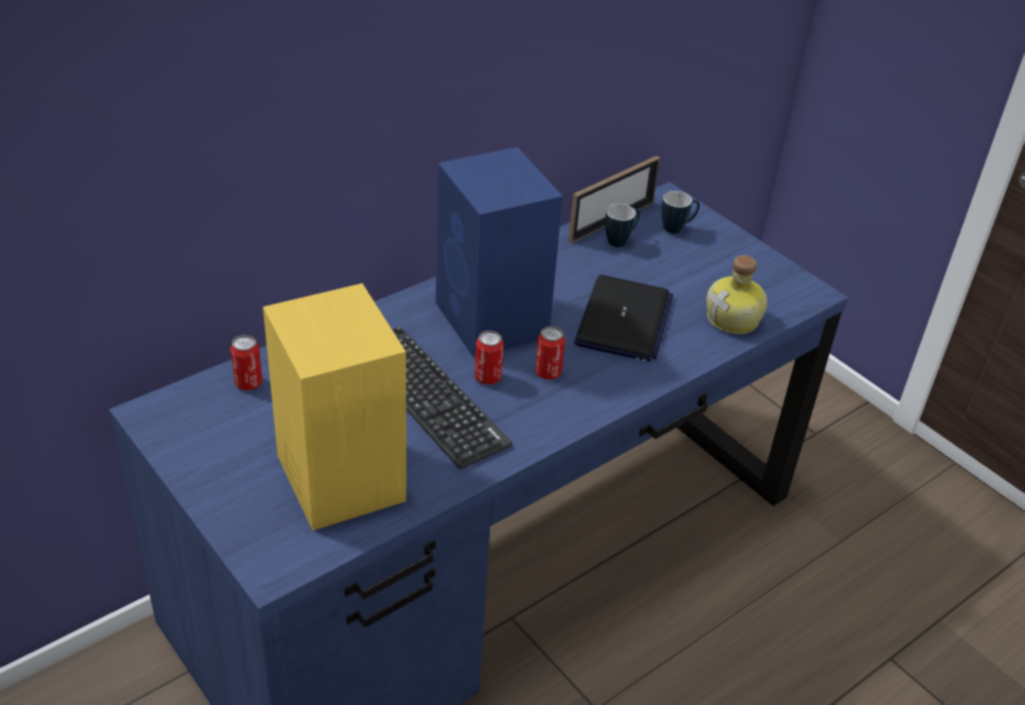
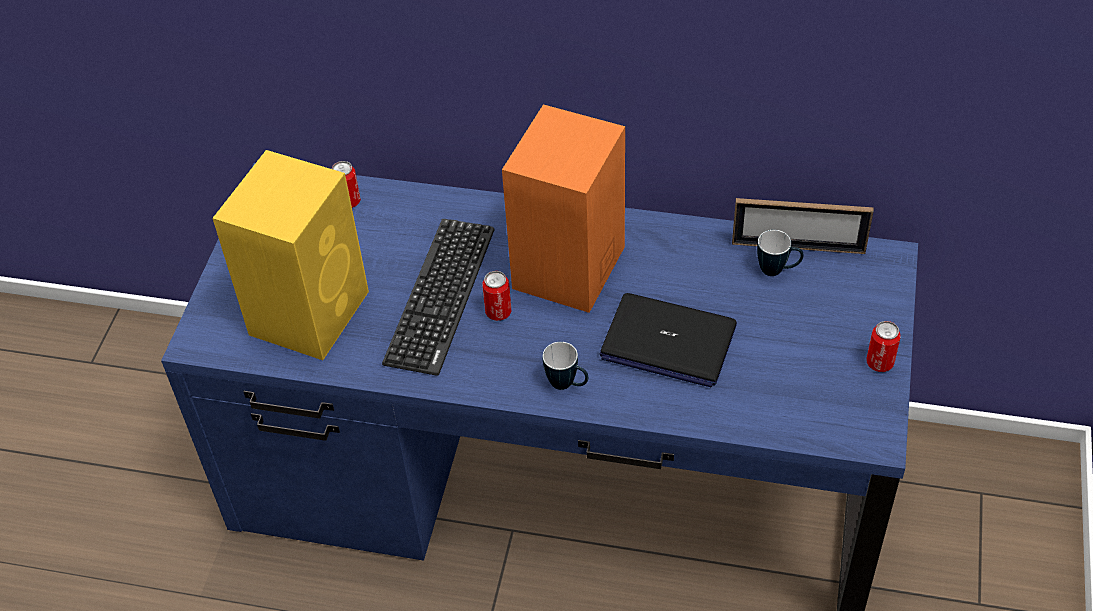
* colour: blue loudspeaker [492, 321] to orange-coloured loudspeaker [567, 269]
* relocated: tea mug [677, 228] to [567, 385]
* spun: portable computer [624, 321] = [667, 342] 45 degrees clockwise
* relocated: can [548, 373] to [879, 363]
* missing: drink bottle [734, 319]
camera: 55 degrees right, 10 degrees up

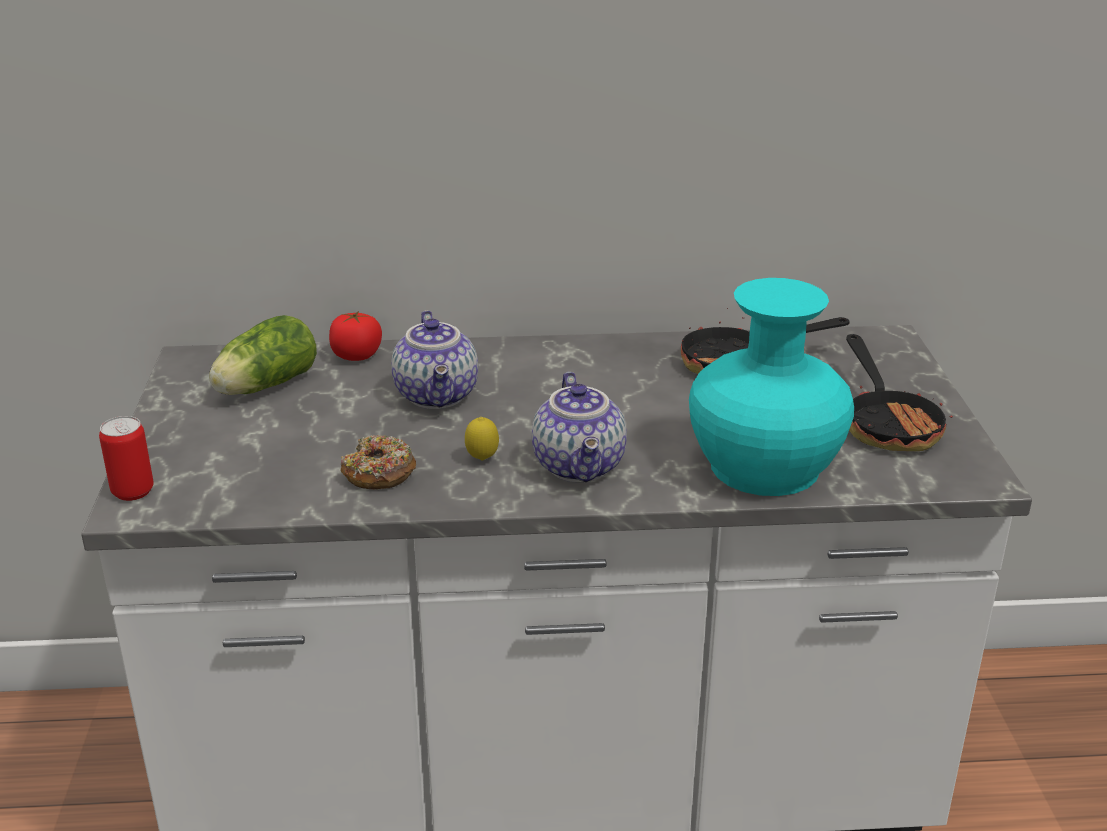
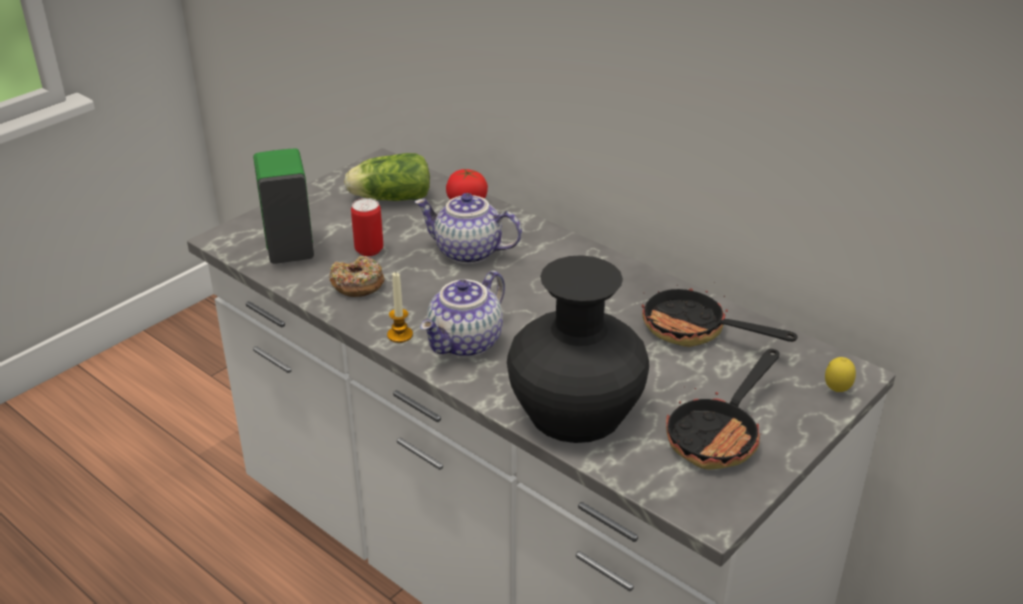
* appeared: green soap dispenser [289, 248]
* relocated: can [133, 491] to [369, 250]
* appeared: wax light [400, 335]
* spun: pot for tea [438, 396] = [467, 253] 75 degrees clockwise
* colour: turquoise-coloured decorative vase [764, 466] to black-coloured decorative vase [575, 411]
* relocated: lemon [482, 460] to [836, 391]
camera: 45 degrees right, 5 degrees up

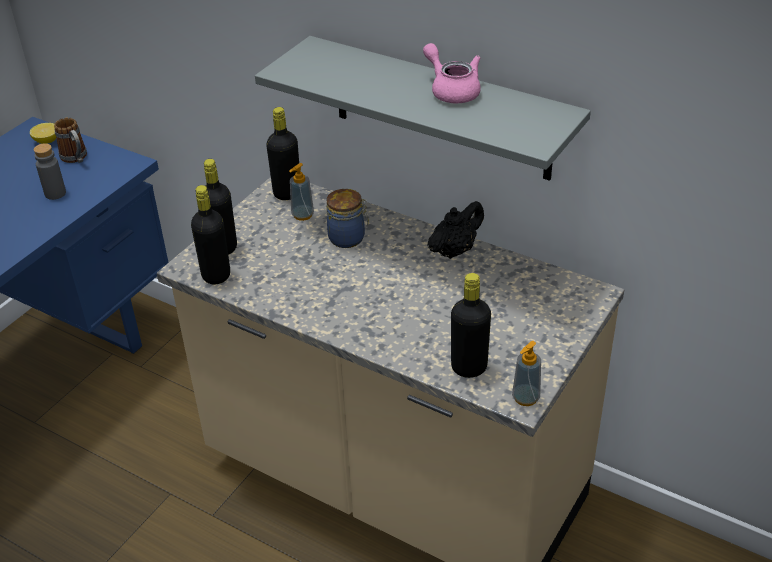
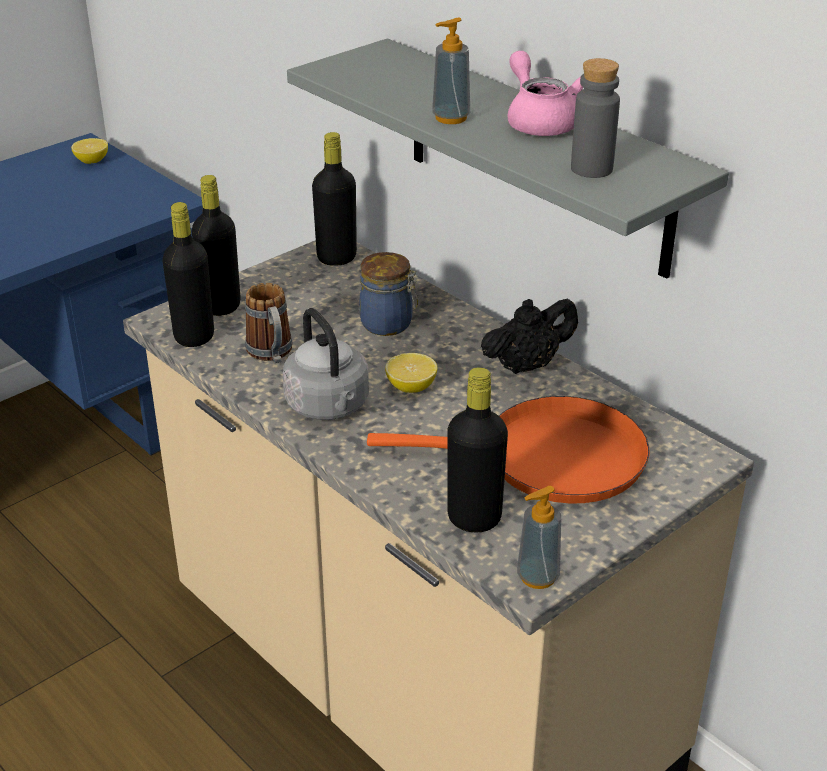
* relocated: tea mug [76, 159] to [272, 355]
* appeared: greyish kettle [329, 407]
* appeared: orange-coloured frying pan [552, 459]
* appeared: lemon [411, 387]
* relocated: soap dispenser [302, 215] to [450, 118]
* relocated: greyish drink bottle [55, 193] to [591, 169]
camera: 15 degrees right, 5 degrees down

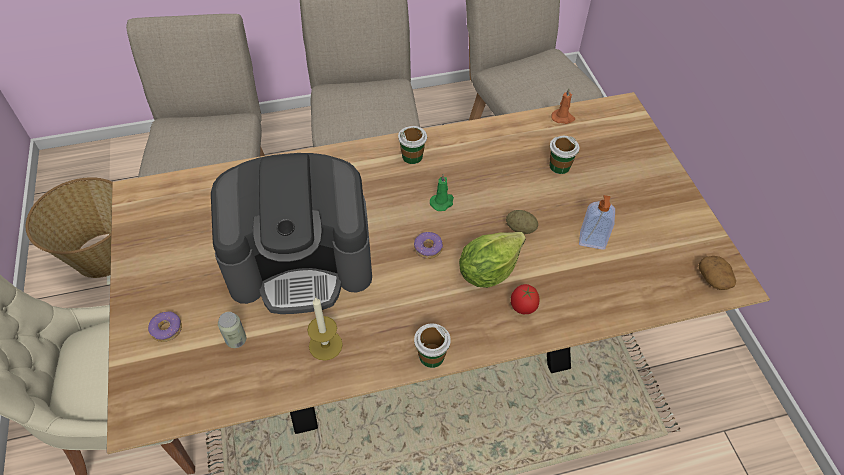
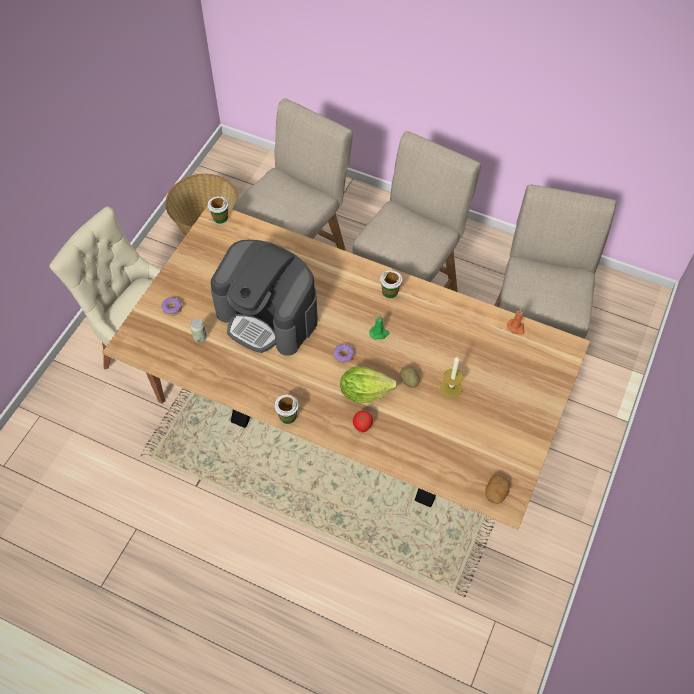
* relocated: cup [559, 166] to [220, 217]
* relocated: wax light [325, 345] to [451, 388]
* missing: soap dispenser [592, 241]
camera: 40 degrees right, 5 degrees up

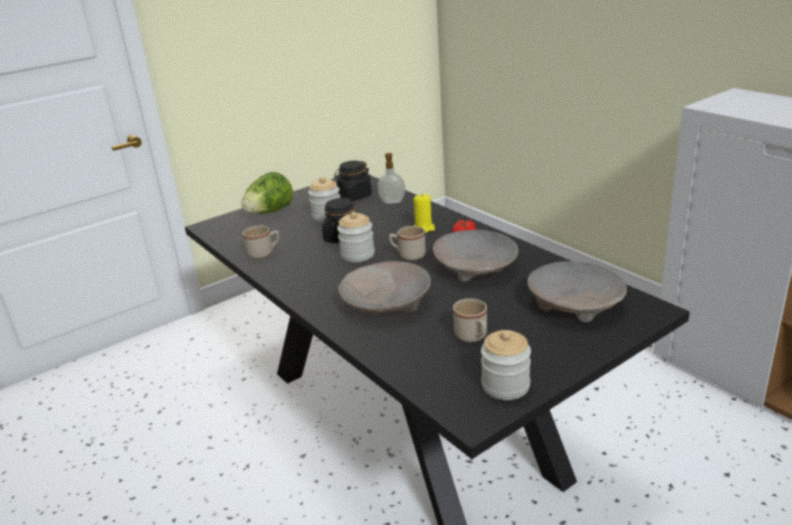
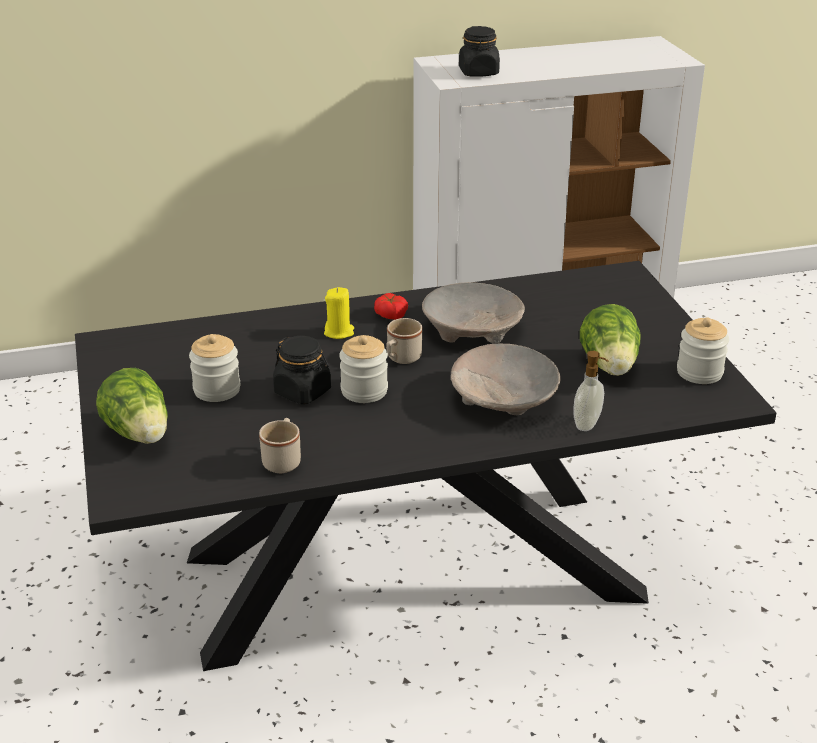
* relocated: black-coloured preserve jar [354, 196] to [478, 72]
* relocated: soap dispenser [392, 202] to [588, 424]
* exchanged: beige tea mug [473, 337] to head of lettuce [610, 366]
* missing: beige deep dish [574, 304]
camera: 70 degrees left, 5 degrees up

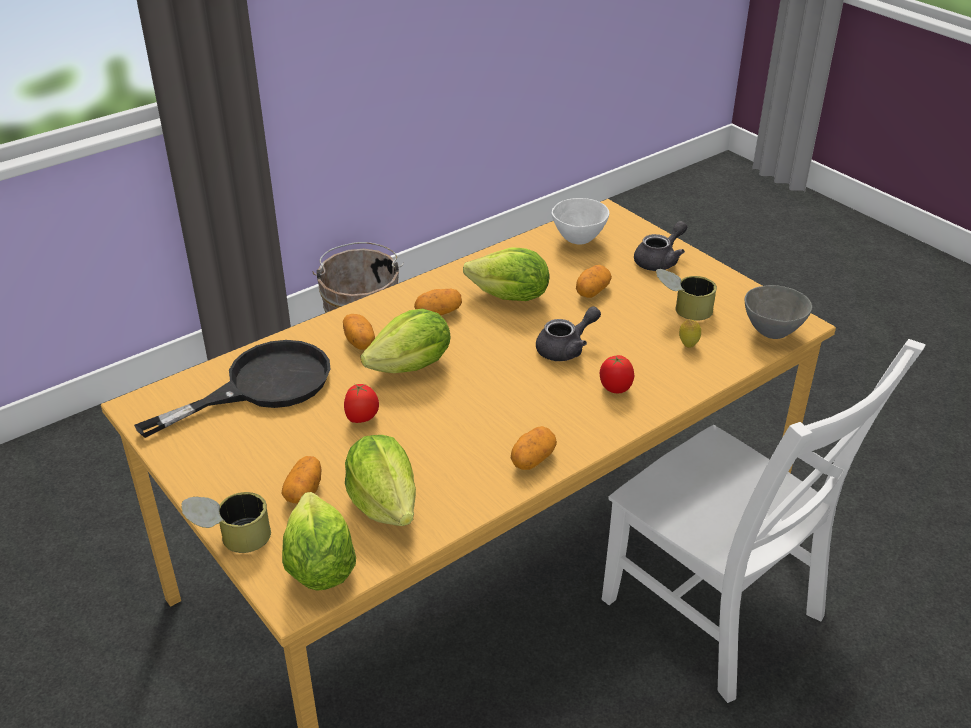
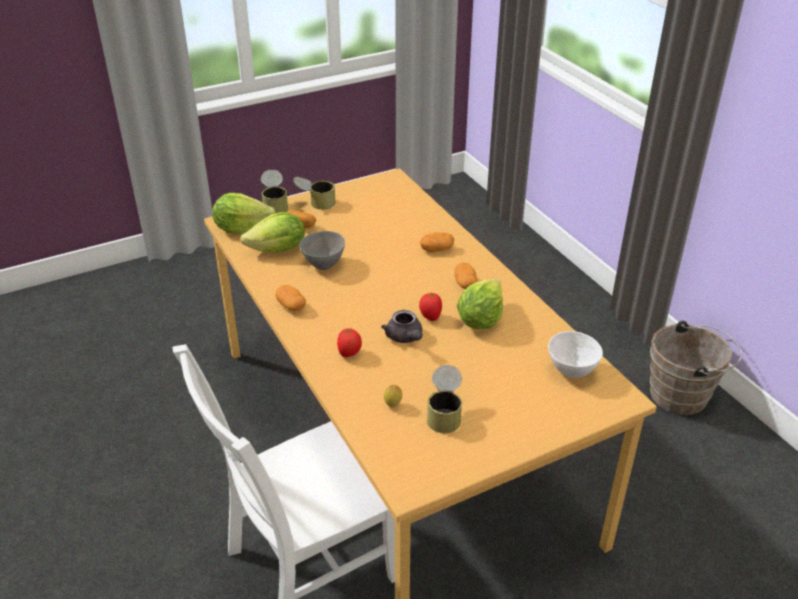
* appeared: can [315, 203]
* relocated: greyish deep dish [772, 332] to [323, 264]
* relocated: whole tomato [362, 419] to [430, 317]
* missing: black-coloured frying pan [262, 386]
* missing: head of lettuce [412, 366]
* missing: spud [592, 291]
* missing: greyish pot for tea [660, 260]
camera: 100 degrees right, 0 degrees up

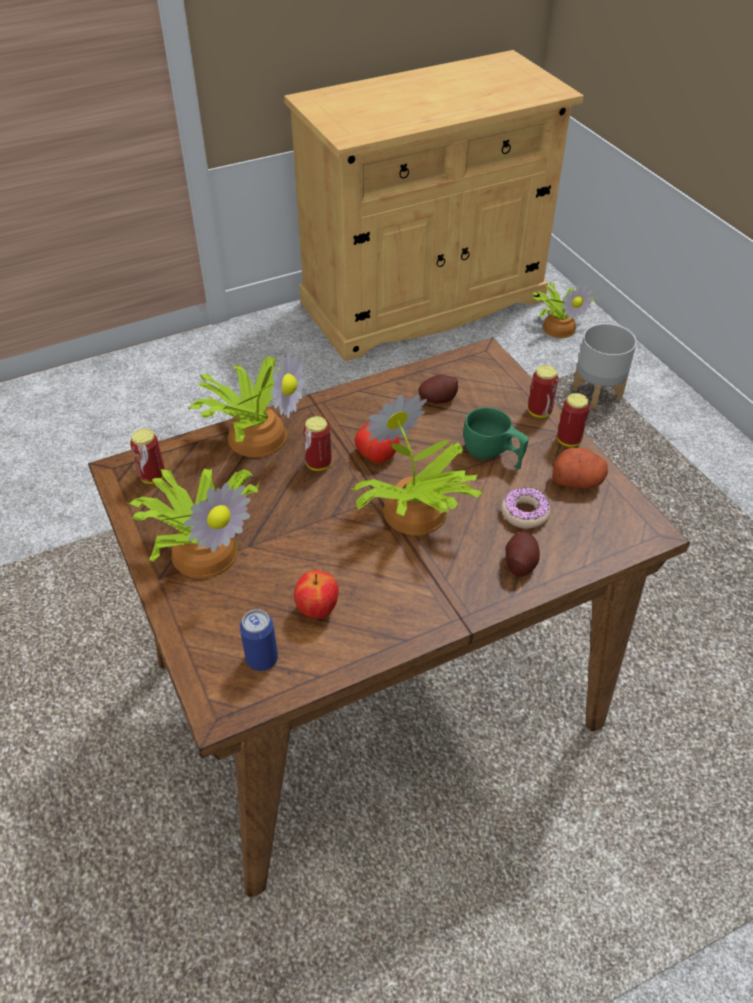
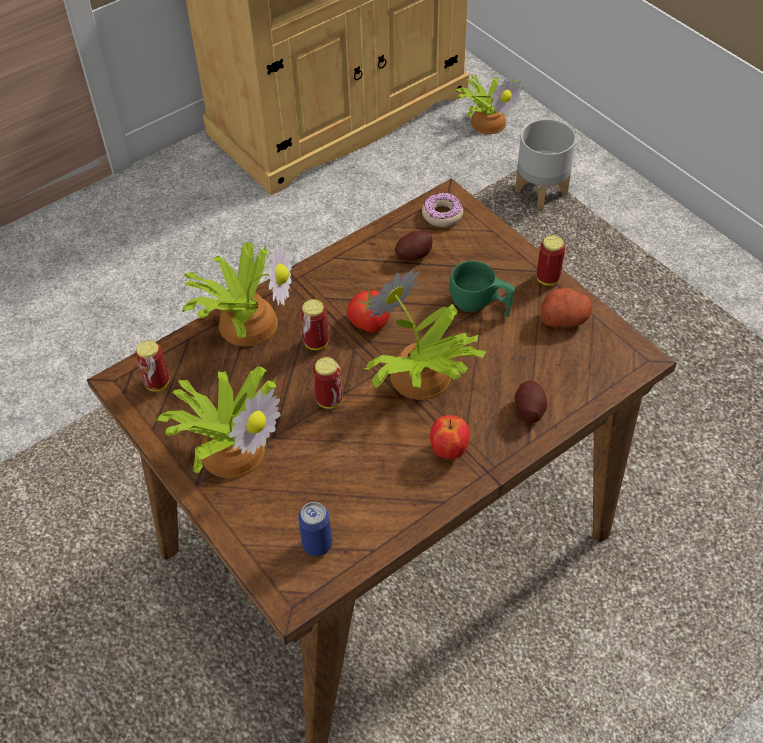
* relocated: can [539, 412] to [329, 400]
* relocated: doughnut [525, 513] to [442, 214]
* relocated: apple fruit [317, 610] to [448, 450]
camera: 10 degrees left, 5 degrees up

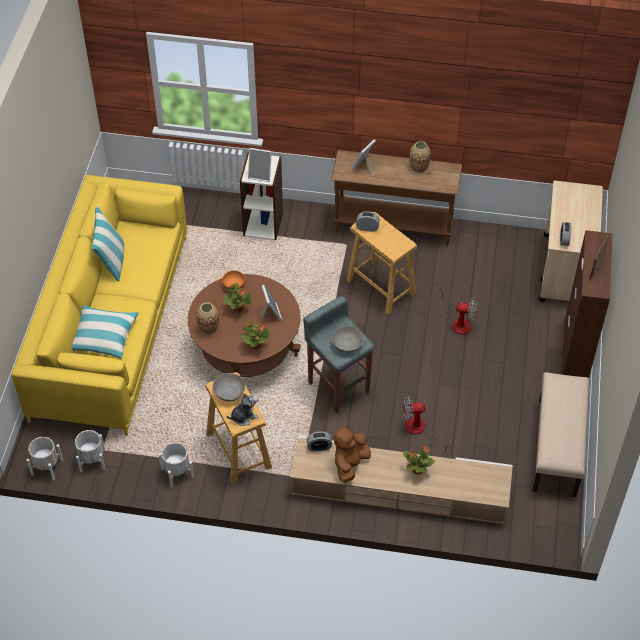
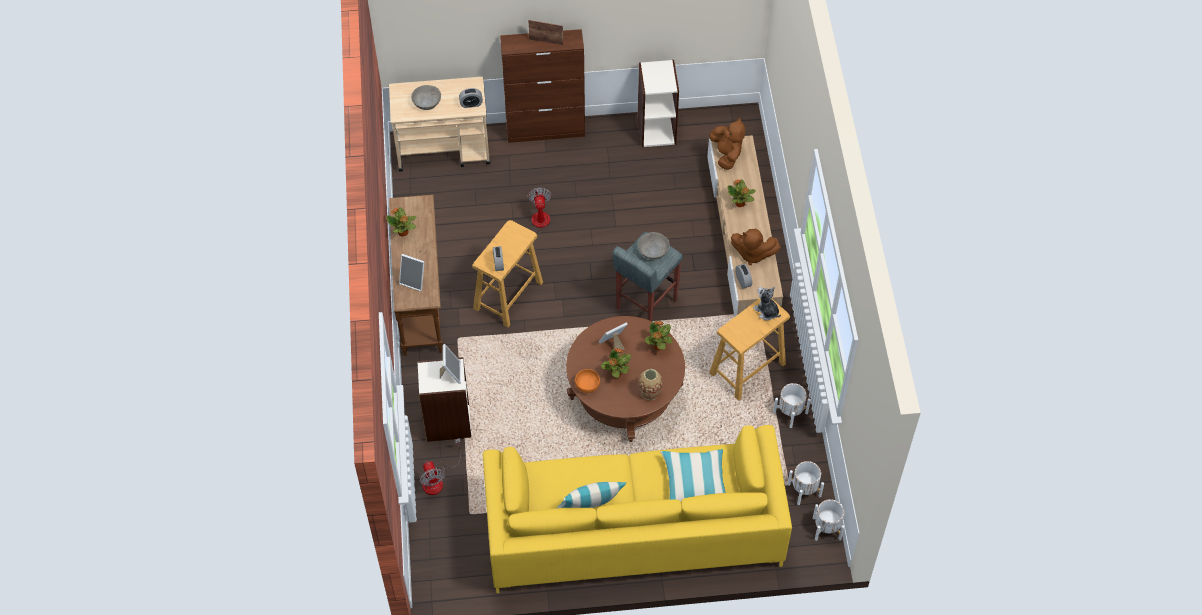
* exchanged: decorative vase [419, 167] to plant in a pot [403, 233]
* relocated: greyish deep dish [229, 392] to [426, 102]
* relocated: cooling fan [420, 431] to [437, 479]
* exchanged: beige long seat [557, 447] to bookshelf [656, 130]
* appeared: brown plush toy [726, 154]
camera: 105 degrees left, 5 degrees up

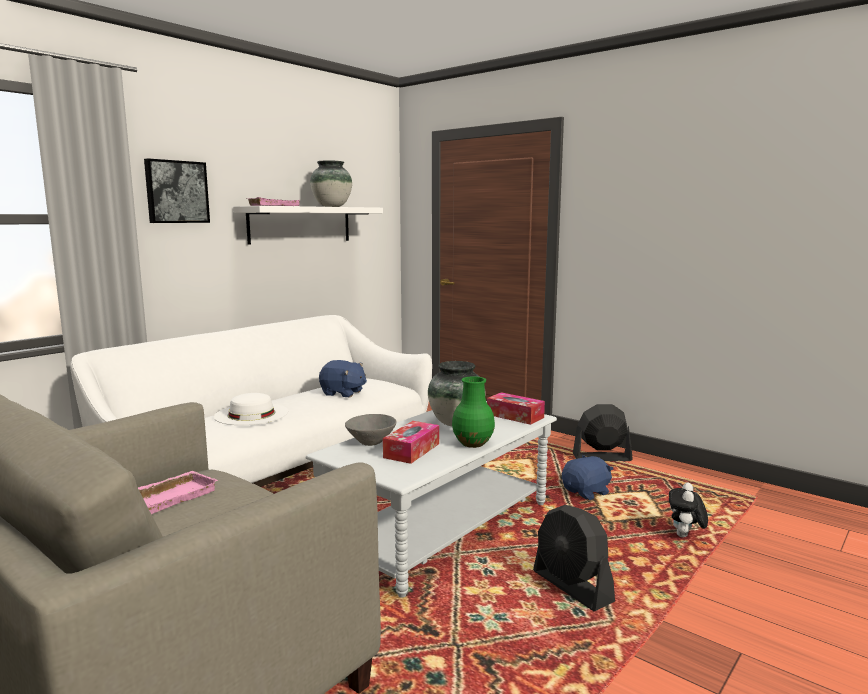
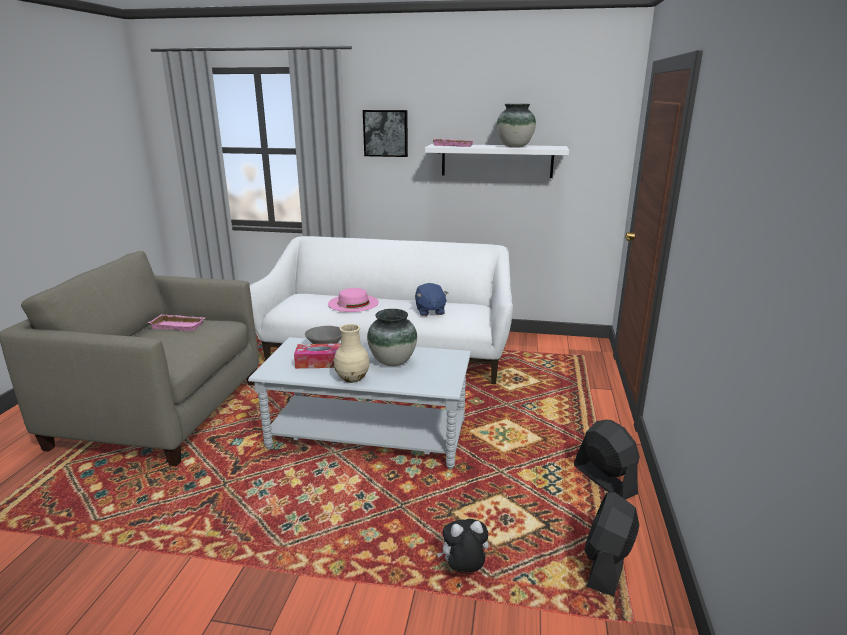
* colour: white-coloured wearable hat [251, 414] to pinkish wearable hat [353, 303]
* colour: green decorative vase [472, 443] to beige decorative vase [352, 378]
* relocated: black-coloured cooling fan [572, 587] to [606, 564]
* missing: box of tissues [515, 416]
* missing: blue plush toy [586, 492]
camera: 60 degrees right, 10 degrees up

